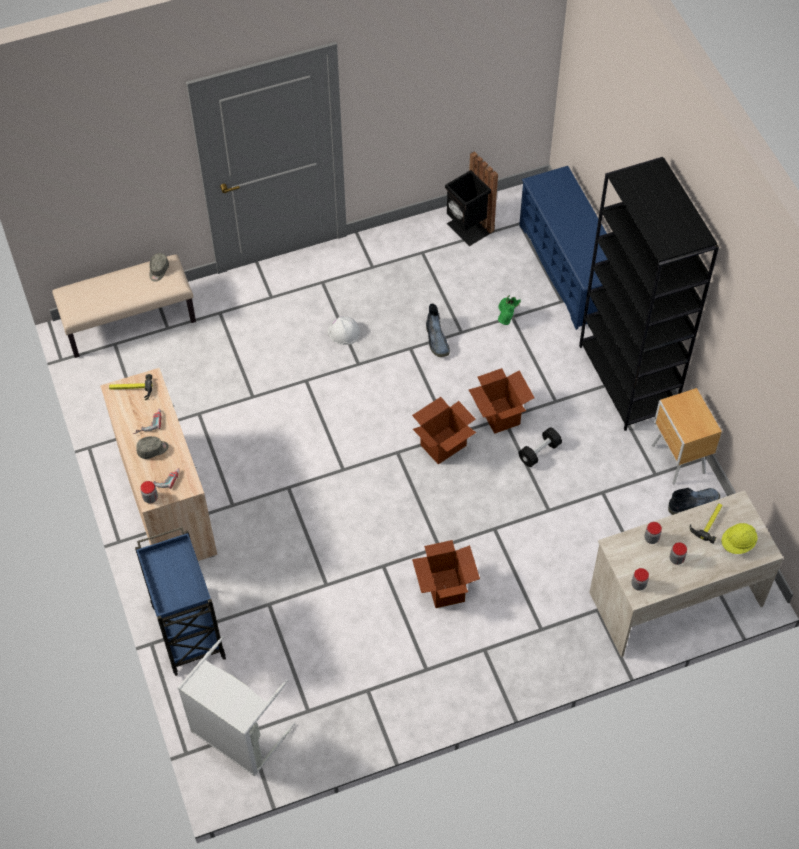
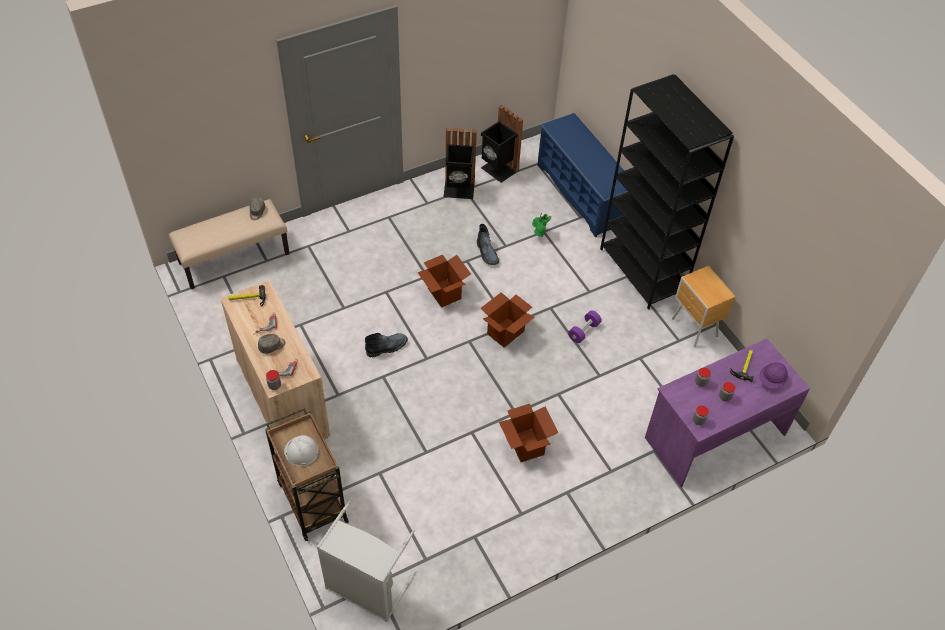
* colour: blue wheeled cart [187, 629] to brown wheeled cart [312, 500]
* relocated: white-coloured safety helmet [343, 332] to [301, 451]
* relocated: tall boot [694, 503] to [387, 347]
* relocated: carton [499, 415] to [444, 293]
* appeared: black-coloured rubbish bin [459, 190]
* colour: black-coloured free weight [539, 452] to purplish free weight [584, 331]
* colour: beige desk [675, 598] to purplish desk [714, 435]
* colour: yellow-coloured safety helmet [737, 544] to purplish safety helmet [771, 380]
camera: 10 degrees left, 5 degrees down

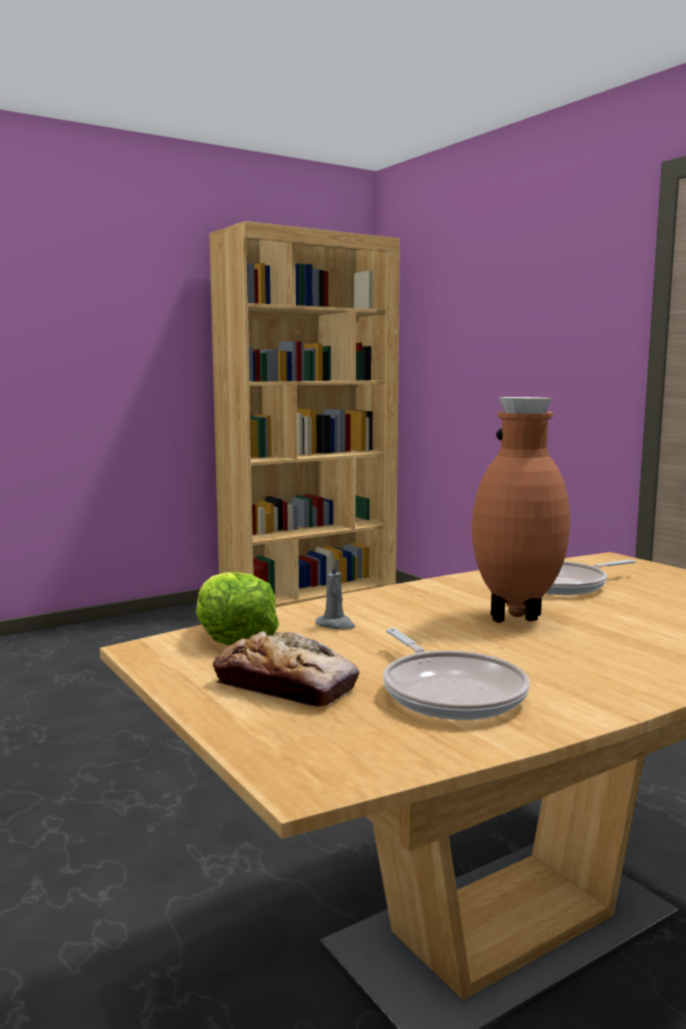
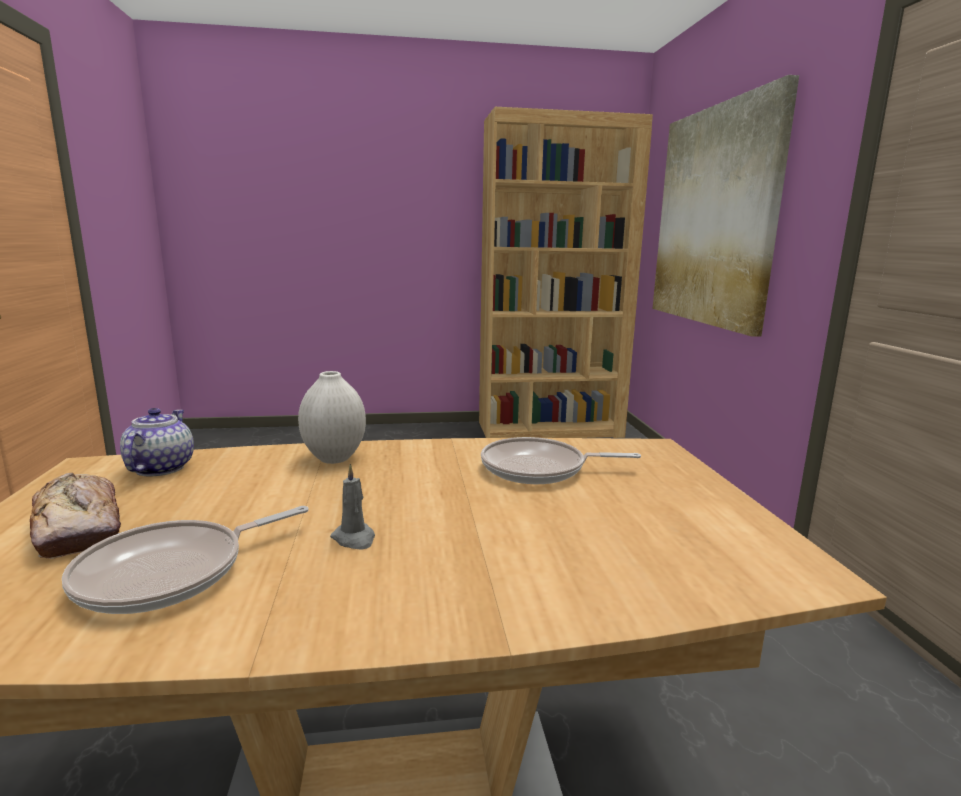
* spun: frying pan [450, 692] = [171, 573] 45 degrees clockwise
* exchanged: head of lettuce [233, 637] to pot for tea [160, 468]
* appeared: white-coloured decorative vase [333, 459]
* relocated: greyish wax light [336, 625] to [354, 539]
* appeared: picture [714, 217]
* missing: brown decorative vase [517, 618]
camera: 25 degrees right, 5 degrees up

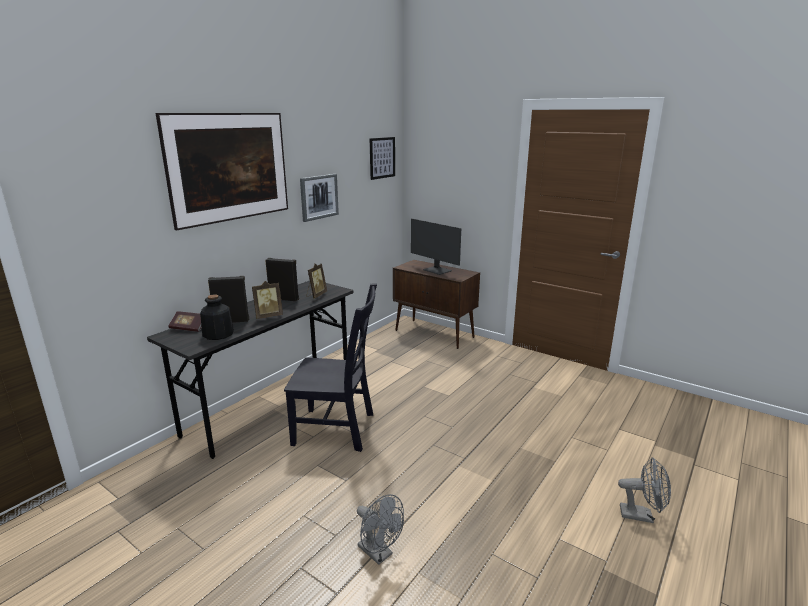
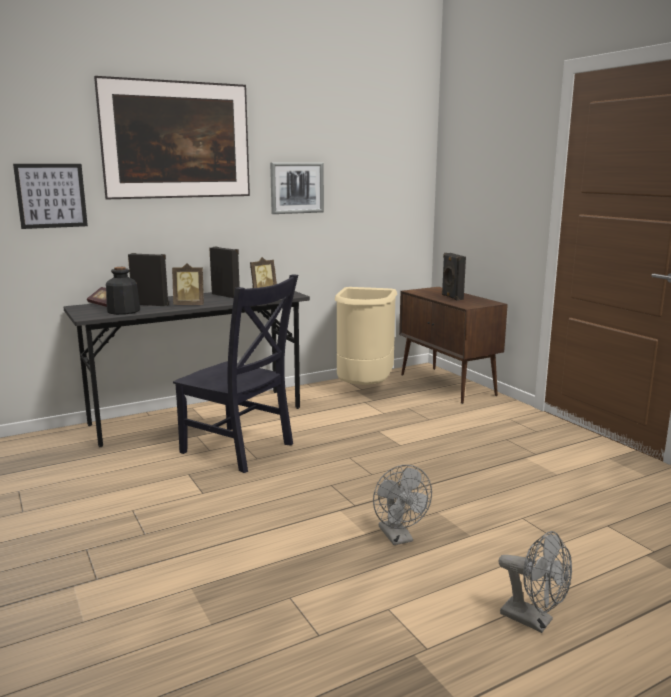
* relocated: picture [382, 158] to [51, 196]
* appeared: beige rubbish bin [364, 388]
* relocated: greyish cooling fan [379, 553] to [398, 538]
* exchanged: computer display [436, 270] to black-coloured loudspeaker [451, 297]
camera: 25 degrees right, 5 degrees down

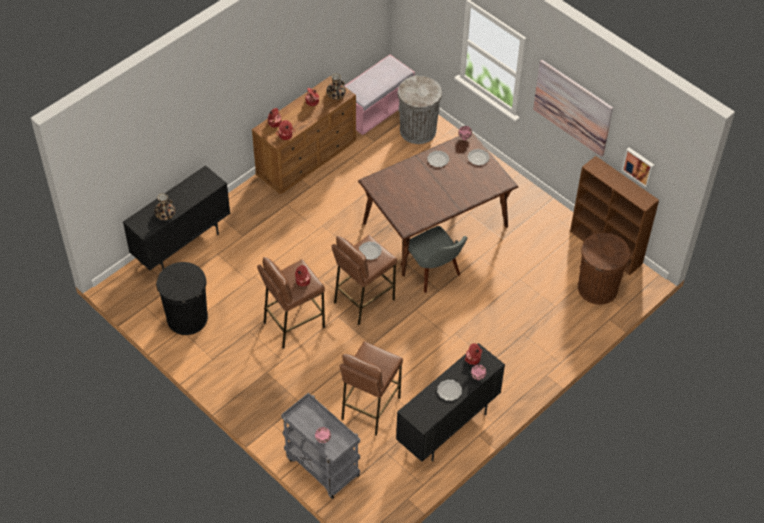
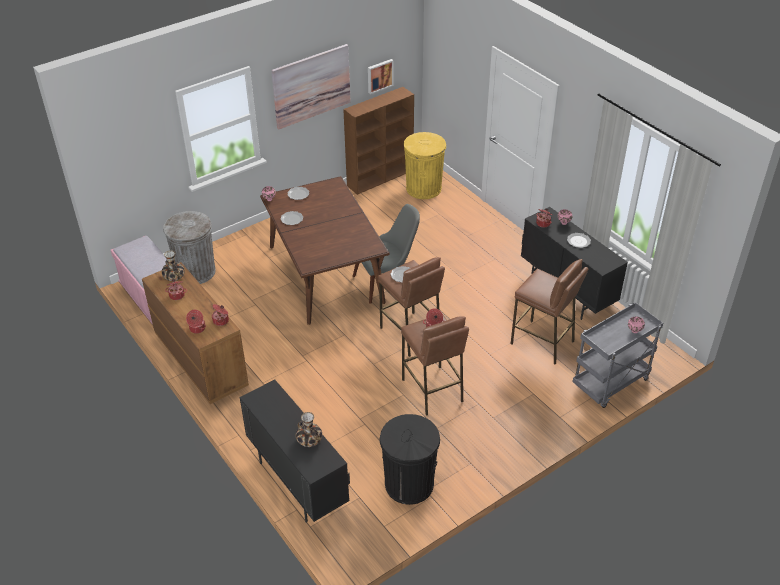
* colour: brown rubbish bin [597, 288] to yellow-coloured rubbish bin [424, 188]
camera: 80 degrees left, 10 degrees down

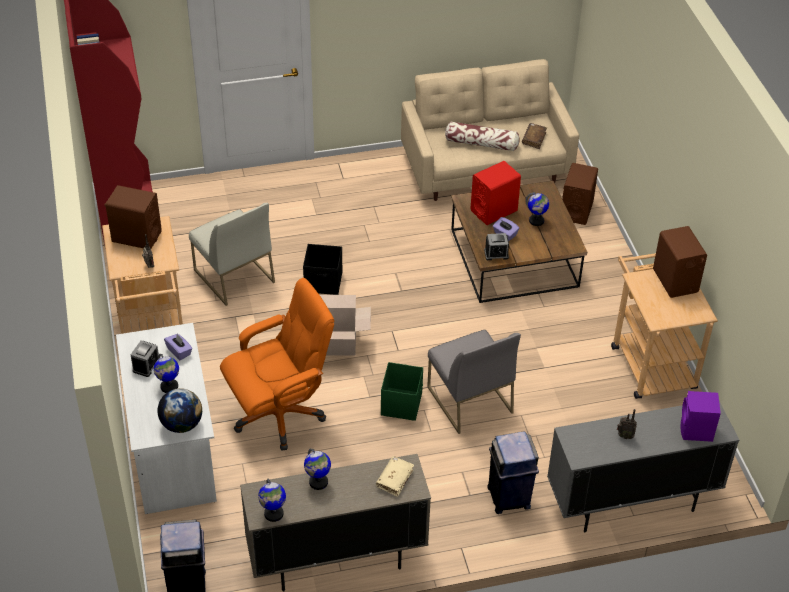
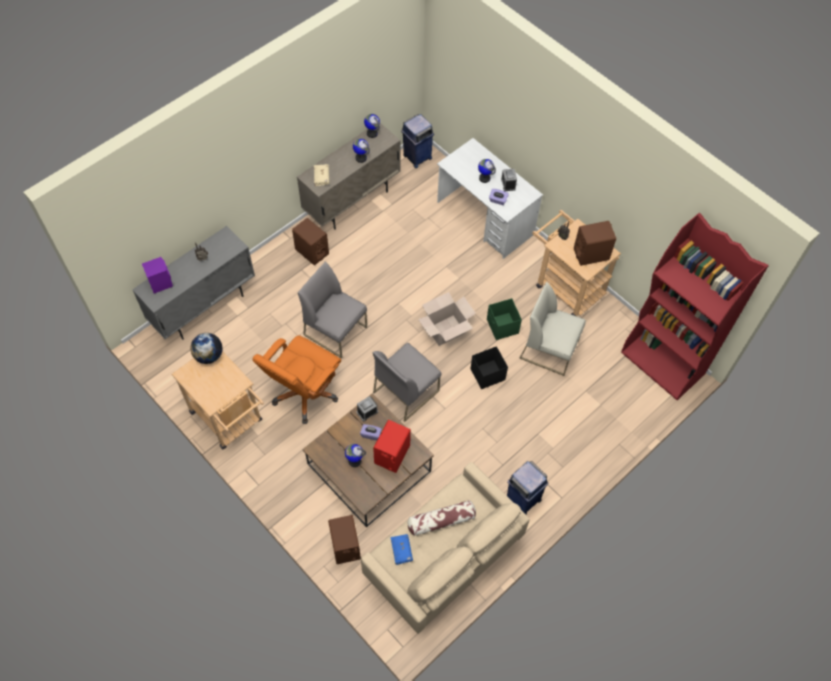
* relocated: desk globe [181, 424] to [209, 355]
* relocated: orange-coloured office chair [280, 414] to [304, 394]
* relocated: brown loudspeaker [675, 281] to [312, 251]
* appeared: greyish plain chair [406, 391]
* colour: brown book [534, 139] to blue book [401, 550]
* relocated: green storage box [402, 404] to [502, 327]
* relocated: blue rubbish bin [508, 498] to [522, 499]
camera: 150 degrees right, 15 degrees up

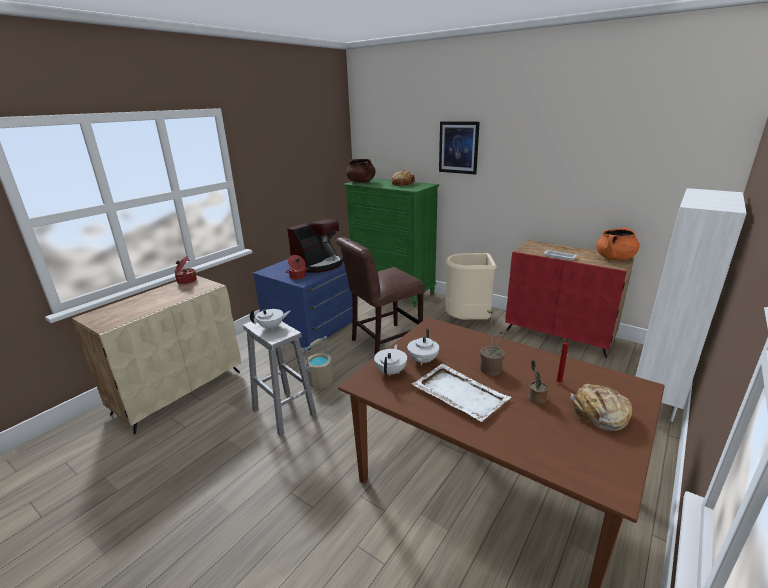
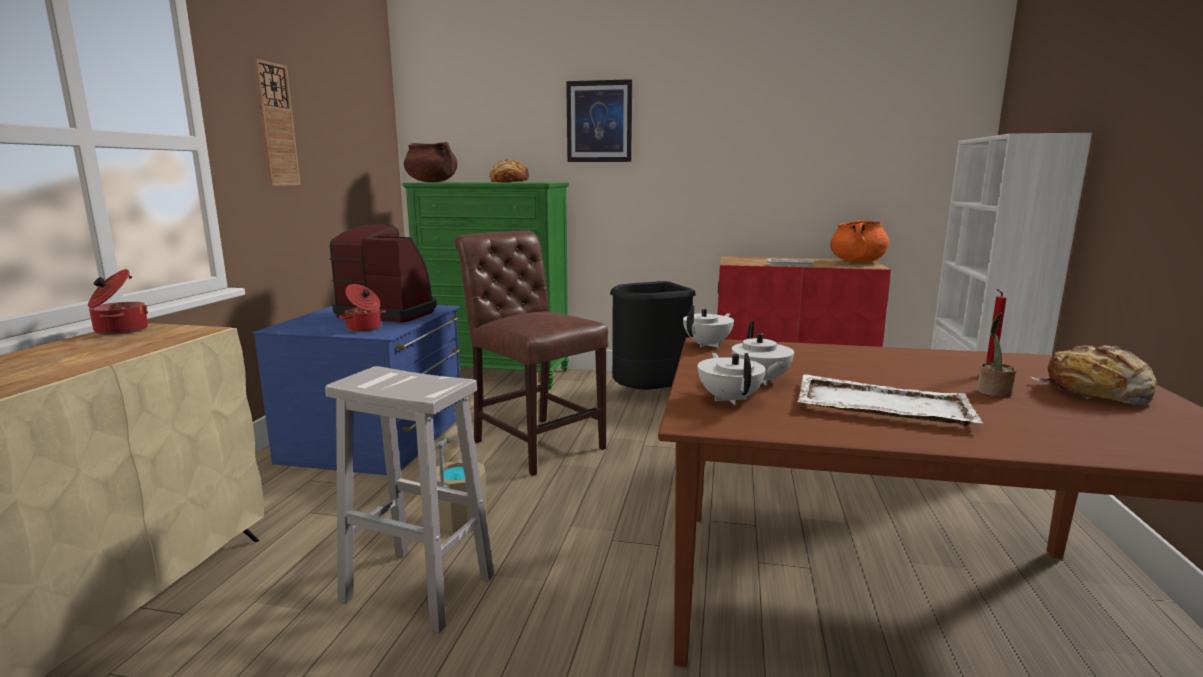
* appeared: clock on the wall [276, 125]
* spun: coffee machine [318, 264] = [389, 312] 90 degrees counterclockwise
* spun: brown plain chair [382, 342] = [534, 442] 105 degrees clockwise
* colour: beige rubbish bin [468, 320] to black-coloured rubbish bin [650, 395]
* relocated: white-coloured pot for tea [272, 327] to [708, 345]
* missing: plant in a pot [491, 367]
camera: 25 degrees left, 10 degrees down

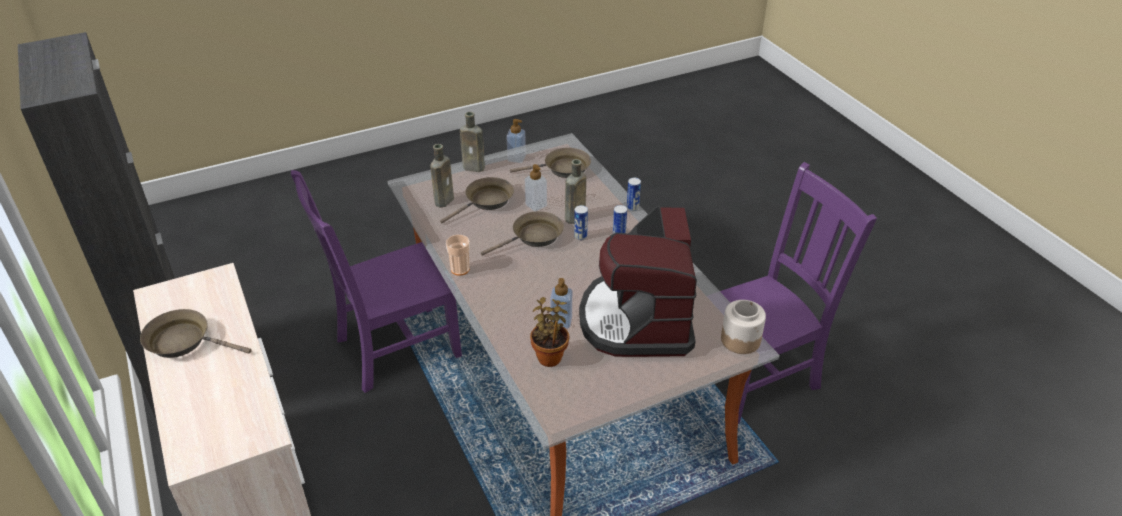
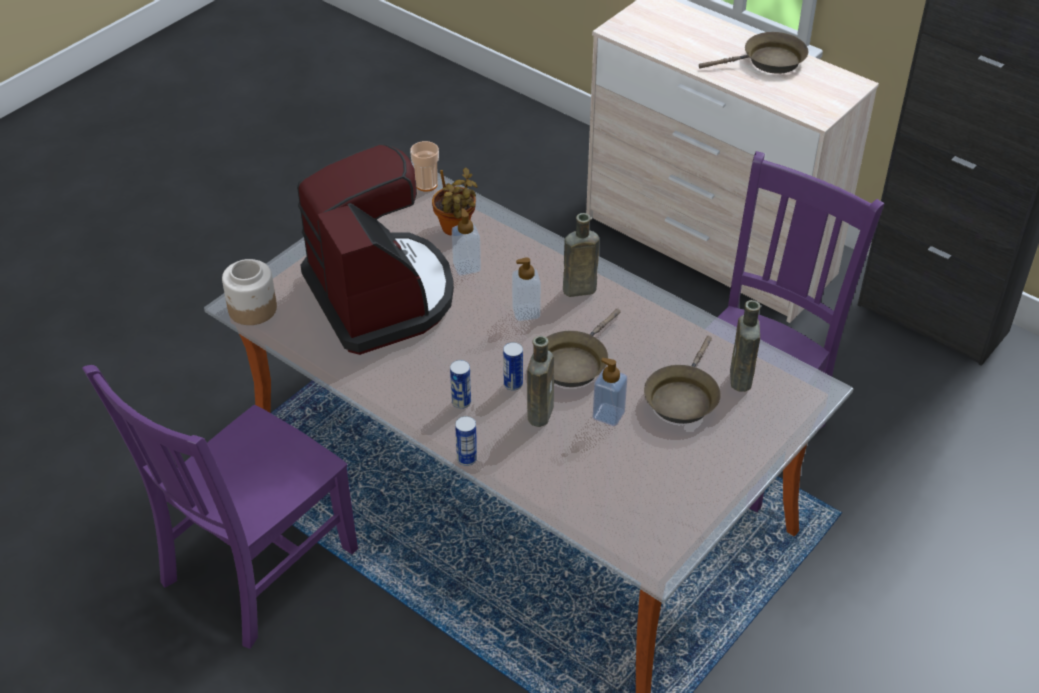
* relocated: cup [460, 269] to [426, 184]
* relocated: soap dispenser [516, 158] to [526, 312]
* relocated: brown drink bottle [475, 167] to [577, 290]
* missing: brown frying pan [563, 169]
camera: 155 degrees right, 5 degrees up

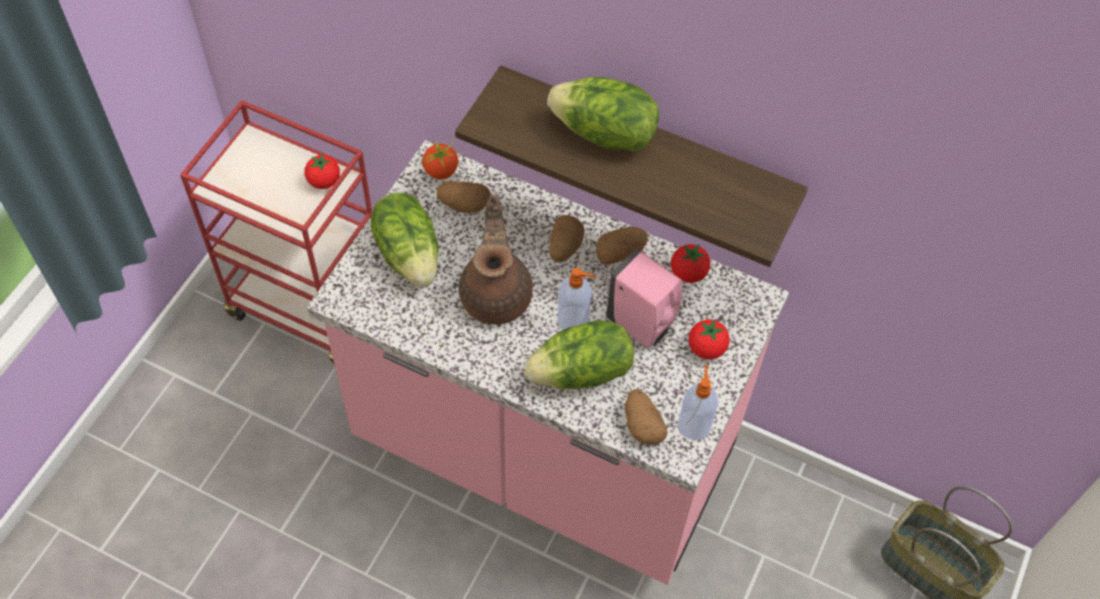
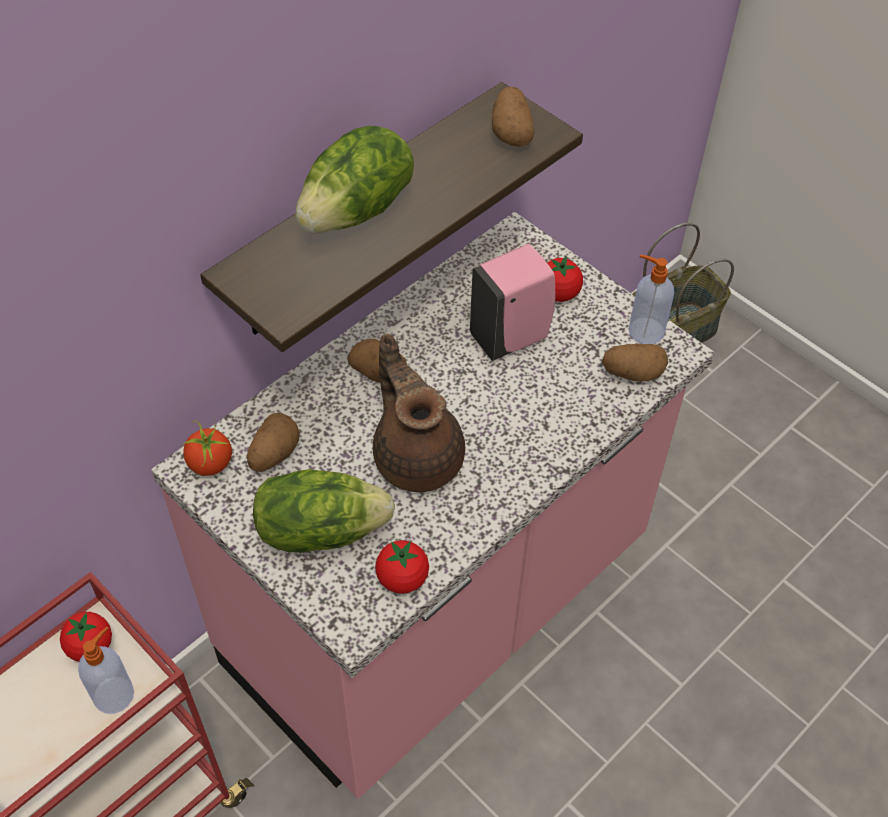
* relocated: soap dispenser [574, 320] to [115, 694]
* spun: brown pot for tea [497, 294] = [417, 455] 45 degrees clockwise
* relocated: whole tomato [688, 273] to [402, 578]
* relocated: spud [620, 253] to [511, 132]
* missing: head of lettuce [582, 373]
camera: 70 degrees left, 5 degrees down

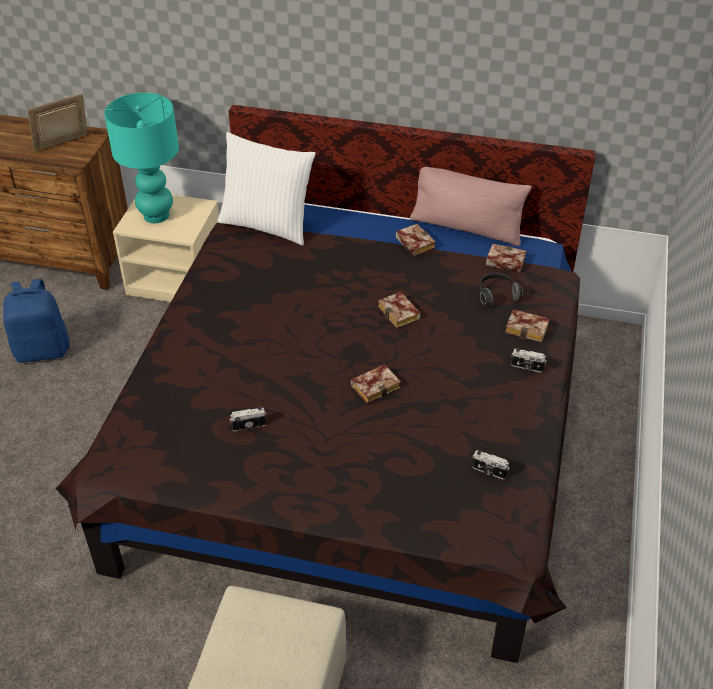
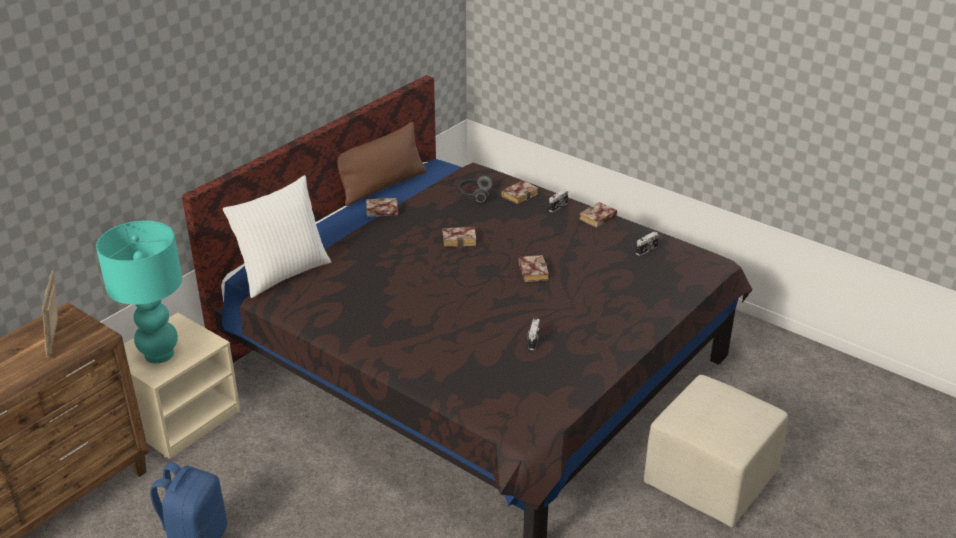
* colour: pinkish throw pillow [466, 228] to brown throw pillow [382, 186]
* relocated: book [503, 262] to [597, 219]
camera: 65 degrees left, 10 degrees down

